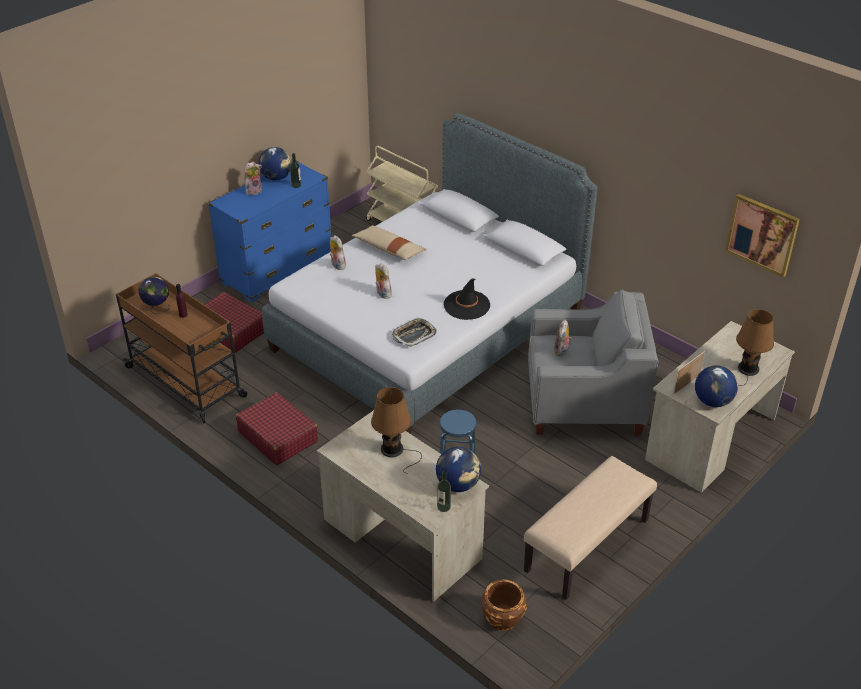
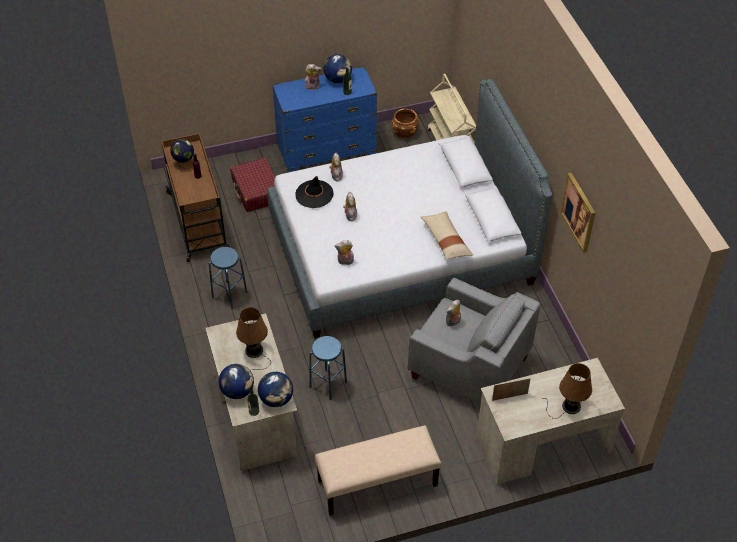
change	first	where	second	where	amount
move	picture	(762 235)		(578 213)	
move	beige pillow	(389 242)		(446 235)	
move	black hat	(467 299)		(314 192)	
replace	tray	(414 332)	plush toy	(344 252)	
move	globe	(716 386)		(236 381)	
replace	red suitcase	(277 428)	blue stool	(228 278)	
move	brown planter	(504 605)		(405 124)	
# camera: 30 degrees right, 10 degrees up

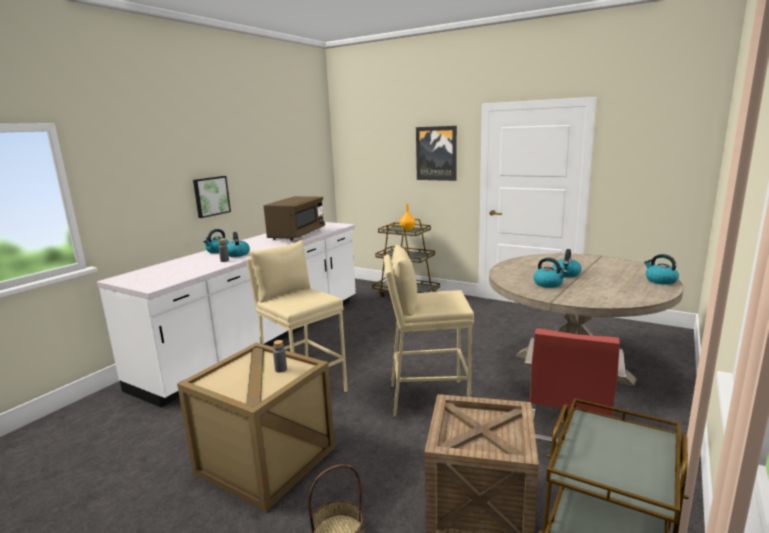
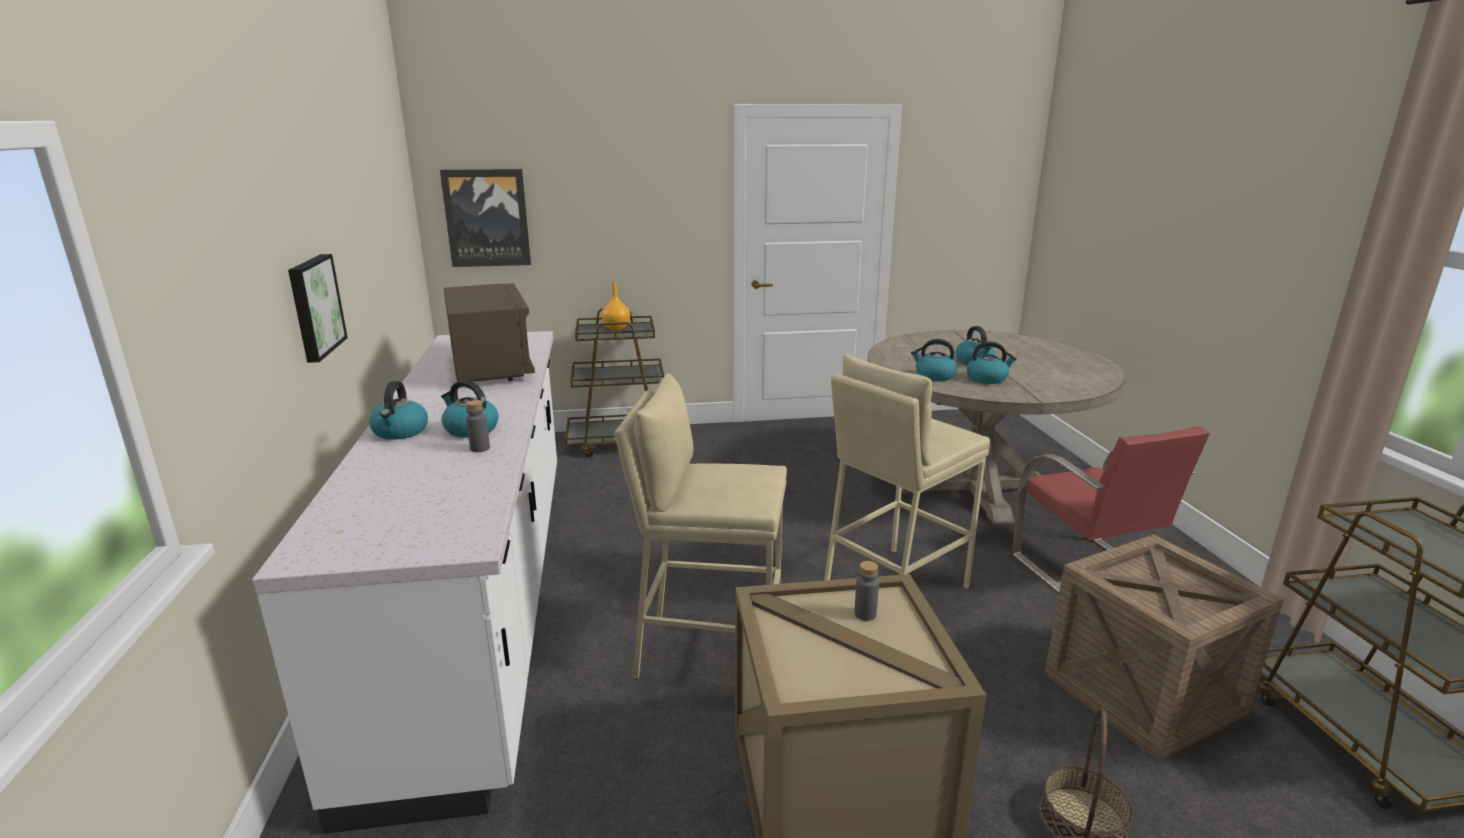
change	first	where	second	where	amount
move	picture	(436 153)		(485 218)	
move	kettle	(661 269)		(934 360)	
# camera: 40 degrees left, 5 degrees up

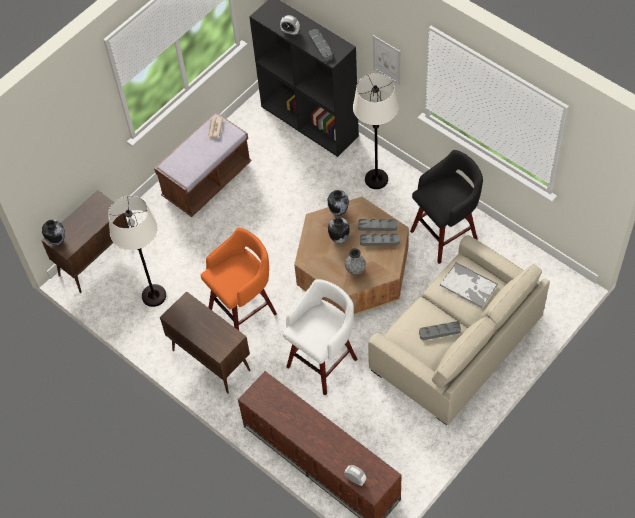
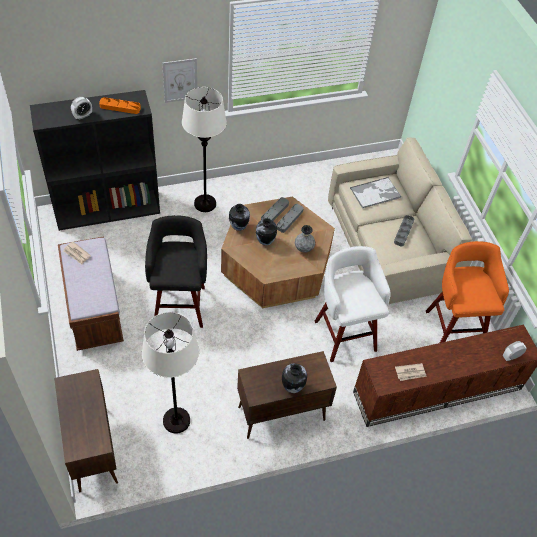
change	first	where	second	where	amount
recolor	grey tray	(321 45)	orange tray	(120 105)	
move	black stool	(446 207)		(176 271)	
move	vase	(53 233)		(294 378)	
move	orange stool	(239 279)		(467 292)	
insert			newspaper	(411 372)	
# camera: 65 degrees left, 5 degrees down

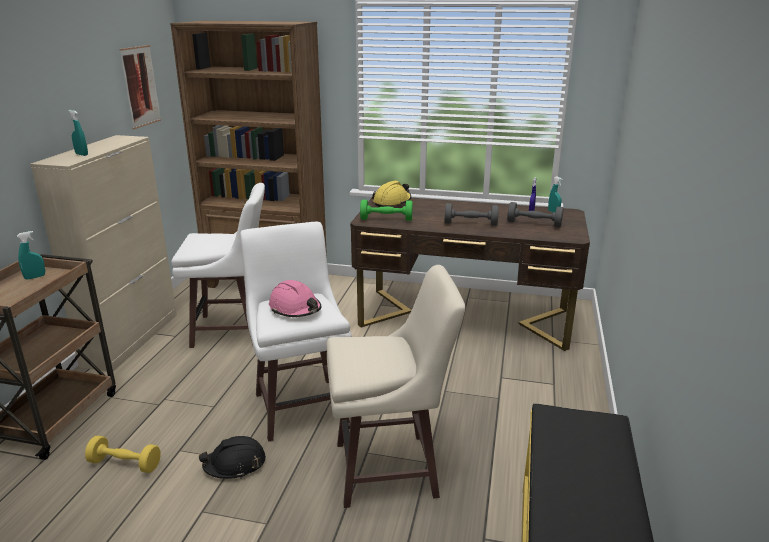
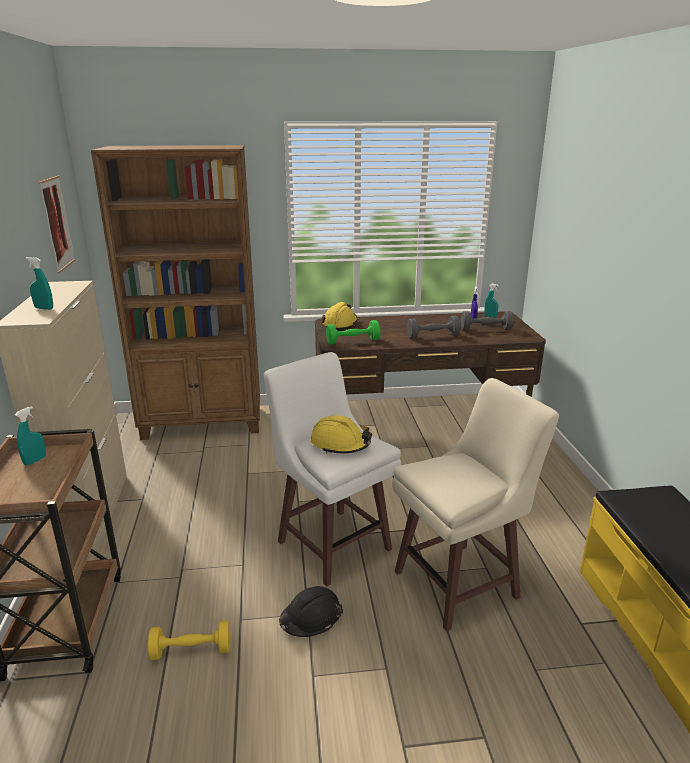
change	first	where	second	where	amount
delete	white stool	(218 265)			
recolor	pink hard hat	(295 298)	yellow hard hat	(341 434)	
# camera: 20 degrees left, 0 degrees up

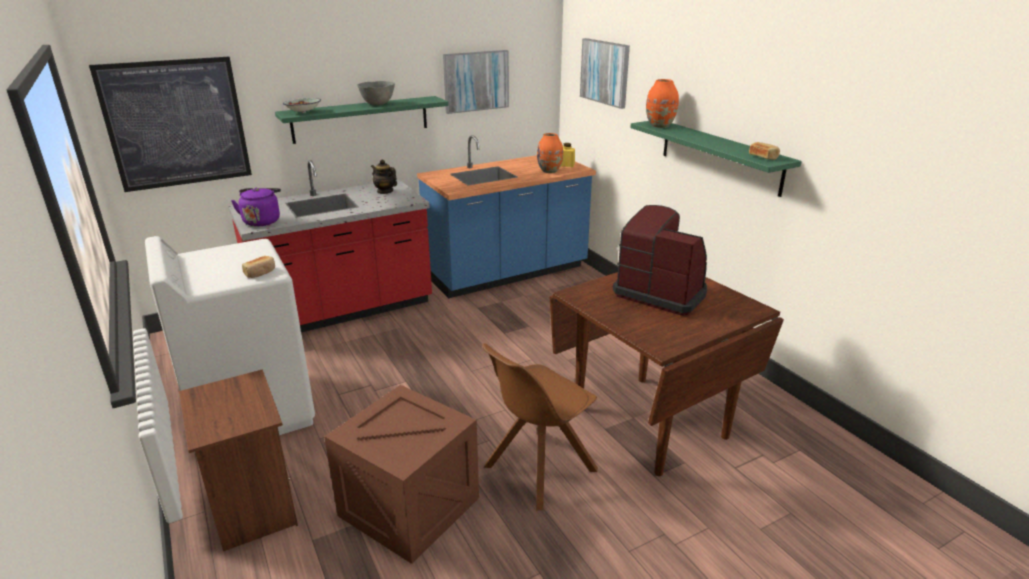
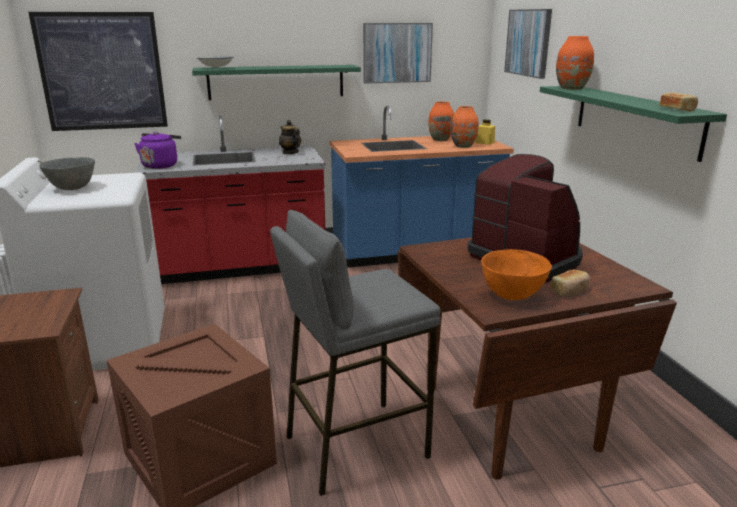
change	first	where	second	where	amount
move	grey bowl	(376 93)		(67 173)	
move	bread	(258 267)		(570 283)	
replace	brown chair	(540 426)	grey stool	(355 353)	
insert			orange vase	(441 121)	
insert			orange bowl	(516 274)	
# camera: 15 degrees right, 5 degrees down

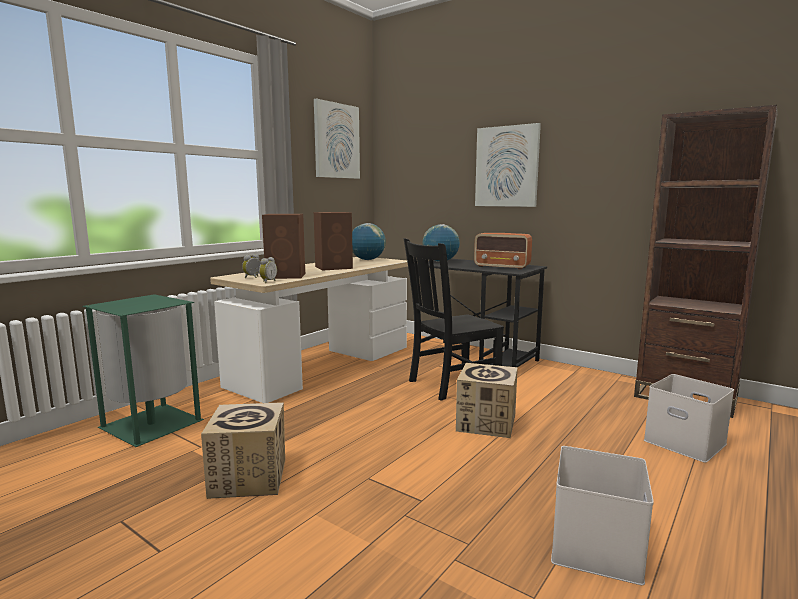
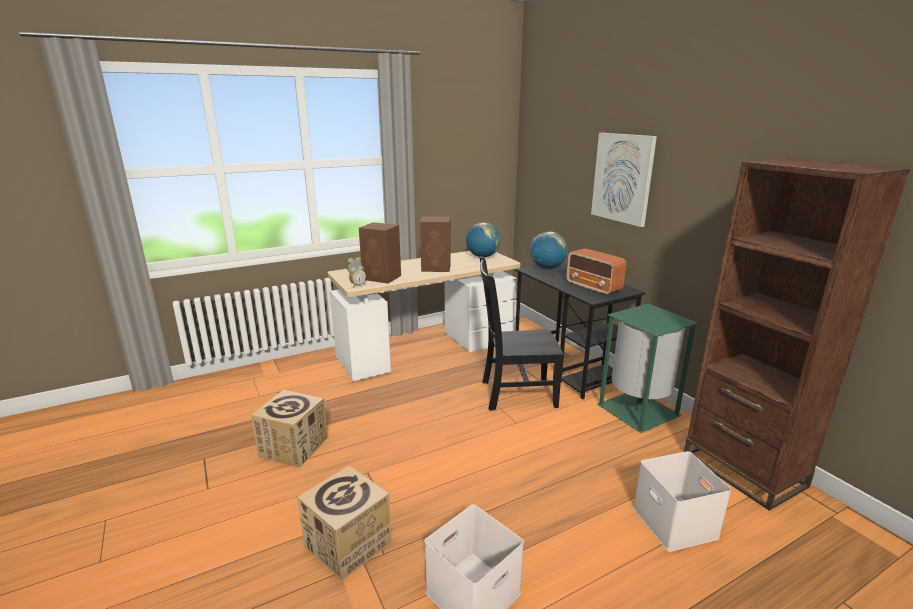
change	first	where	second	where	amount
delete	picture	(337 139)			
move	green trash can	(143 370)		(648 368)	
move	cardboard box	(487 400)		(344 522)	
# camera: 25 degrees right, 10 degrees up

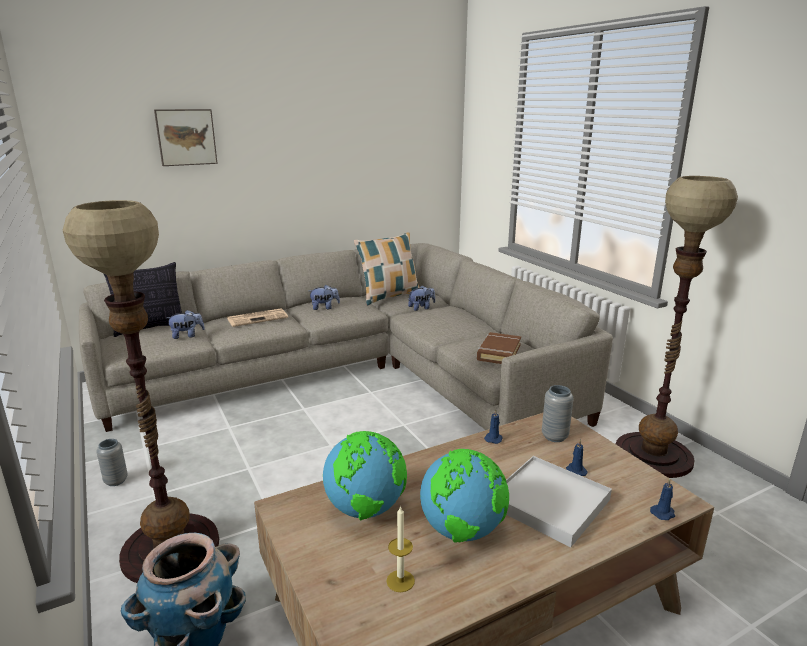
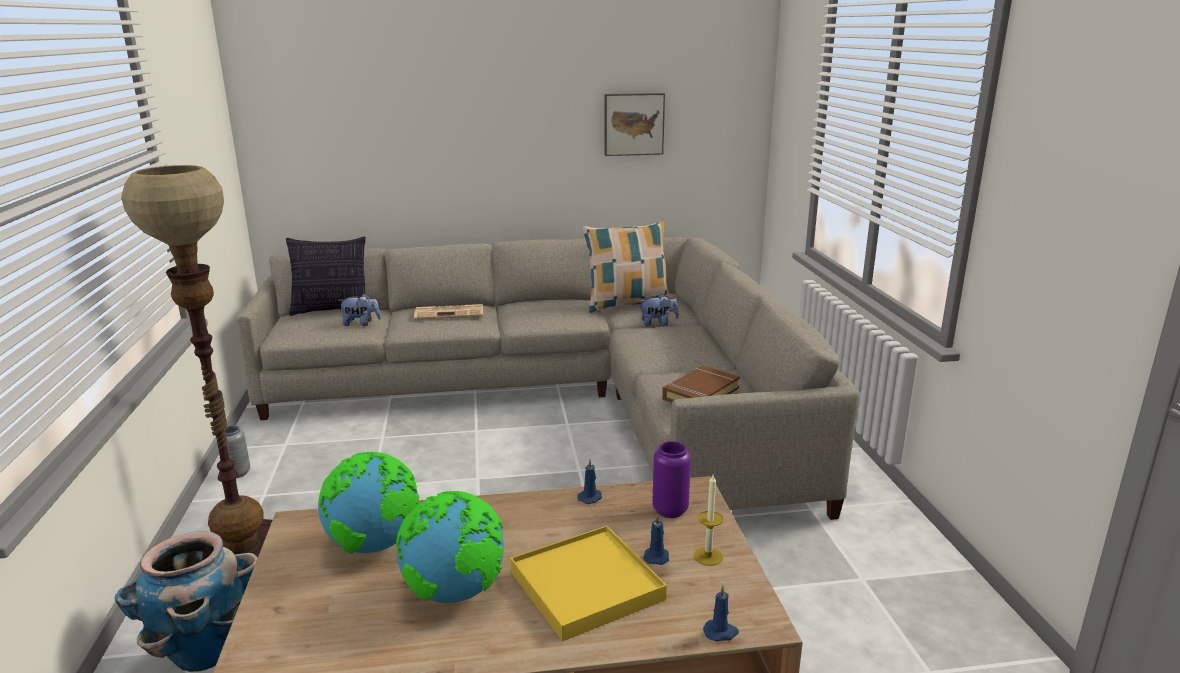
change	first	where	second	where	amount
move	picture	(186 137)		(634 124)	
delete	floor lamp	(676 327)			
delete	plush toy	(324 297)			
recolor	grey vase	(557 413)	purple vase	(671 479)	
recolor	white tray	(559 501)	yellow tray	(588 583)	
move	candle	(400 549)		(708 520)	
# camera: 20 degrees right, 0 degrees up

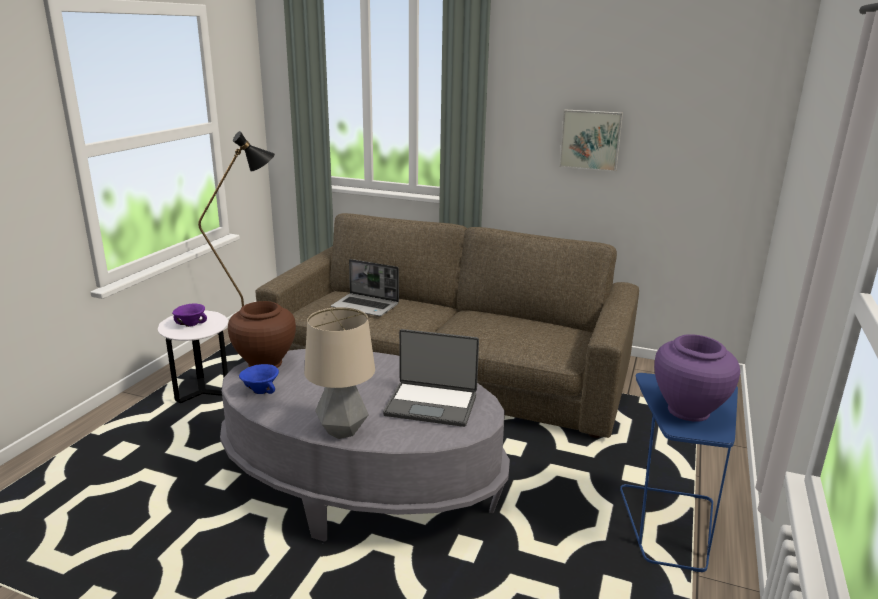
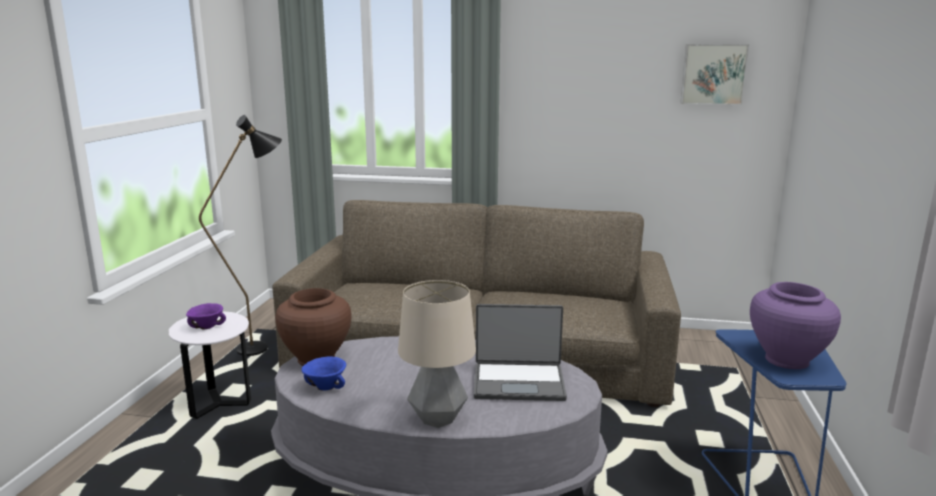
change	first	where	second	where	amount
move	picture	(591 140)		(714 74)	
delete	laptop	(365 287)			
# camera: 10 degrees left, 5 degrees down

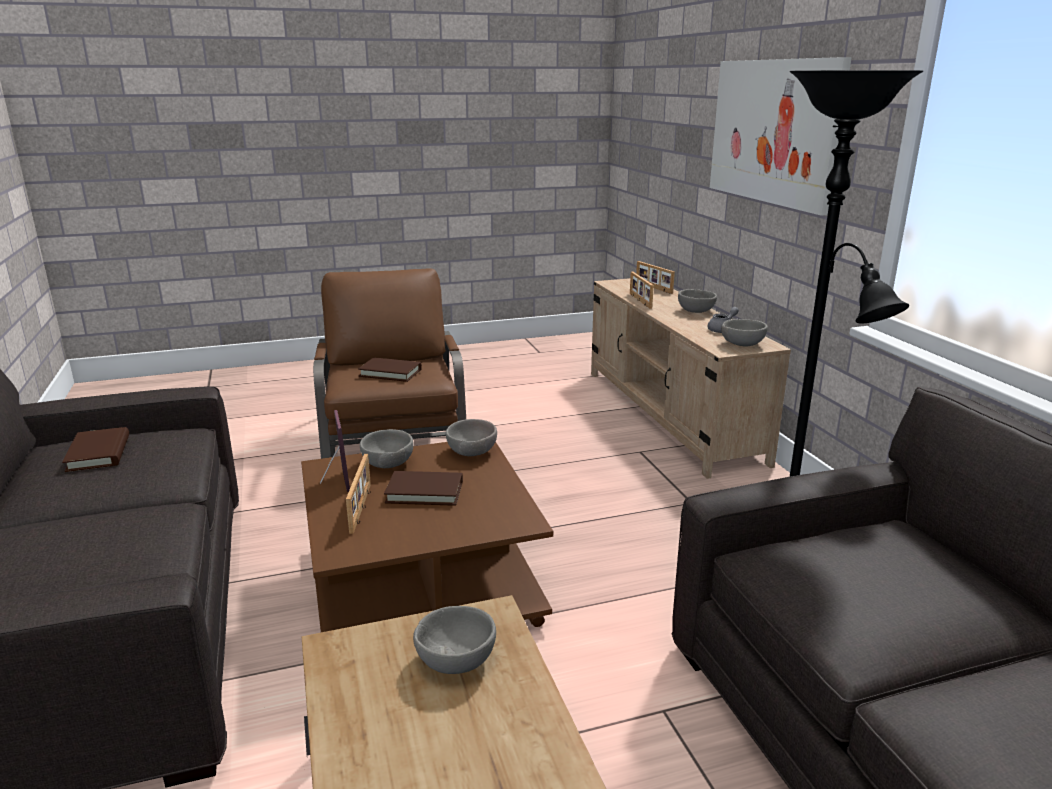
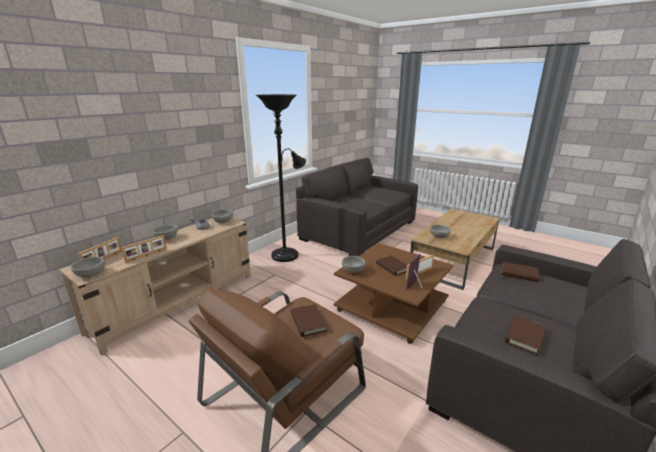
change	first	where	second	where	amount
delete	picture	(781 136)			
move	grey bowl	(387 448)		(87 267)	
insert			brown book	(520 272)	
# camera: 125 degrees left, 0 degrees up

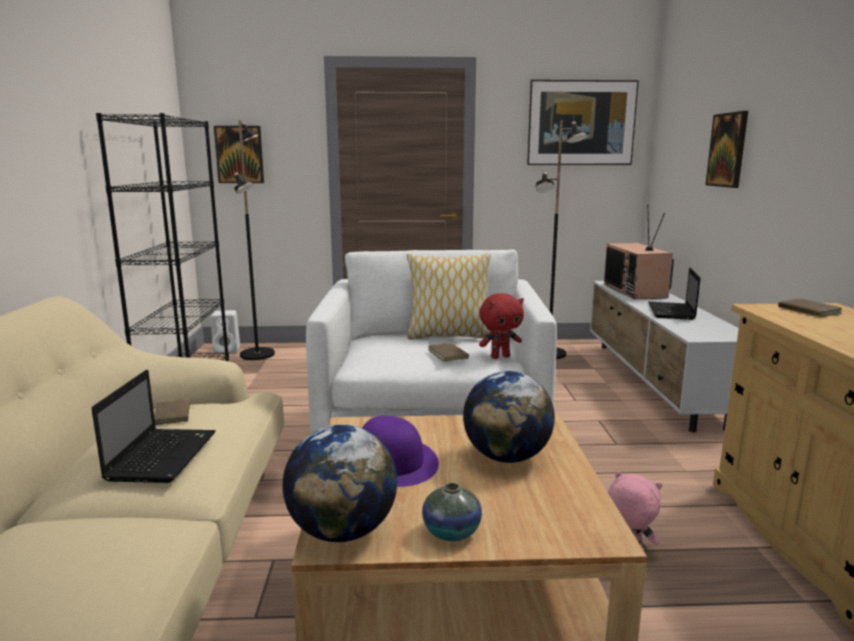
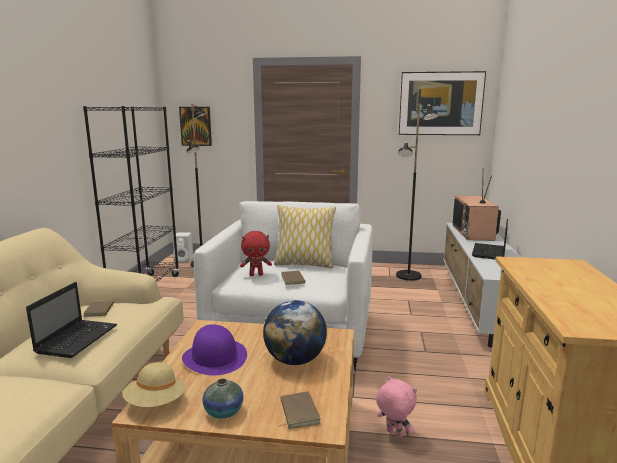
change	first	where	second	where	amount
delete	picture	(727 149)			
move	red plush toy	(501 326)		(256 253)	
move	brown book	(810 307)		(299 410)	
replace	globe	(339 483)	beige hat	(154 384)	
# camera: 10 degrees right, 0 degrees up

